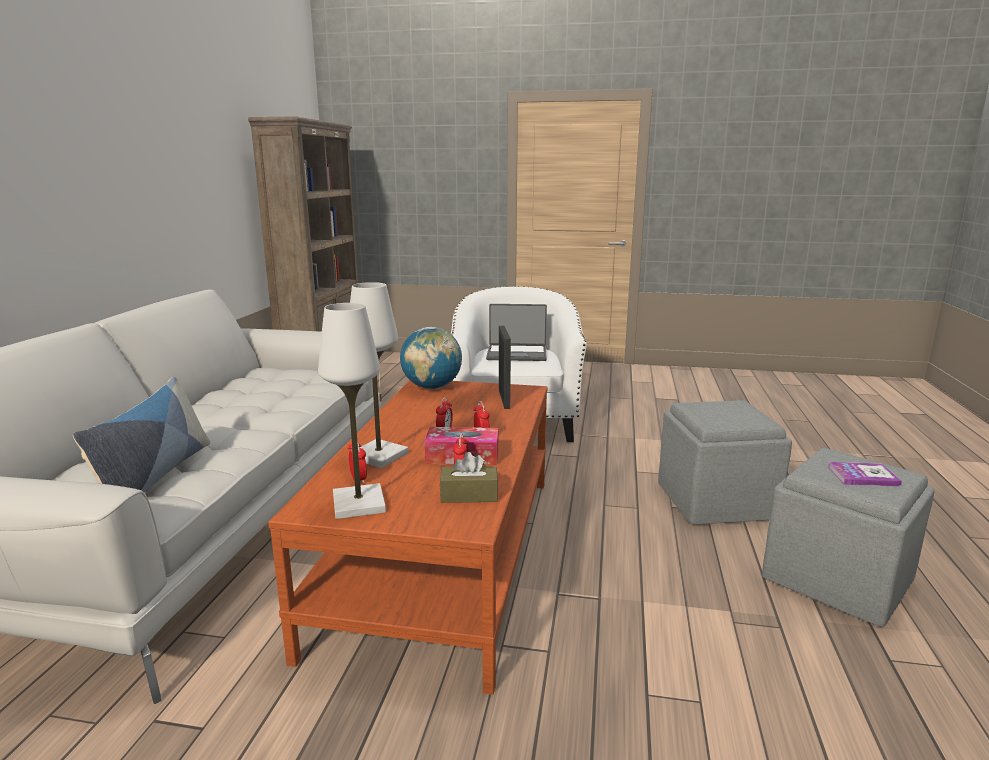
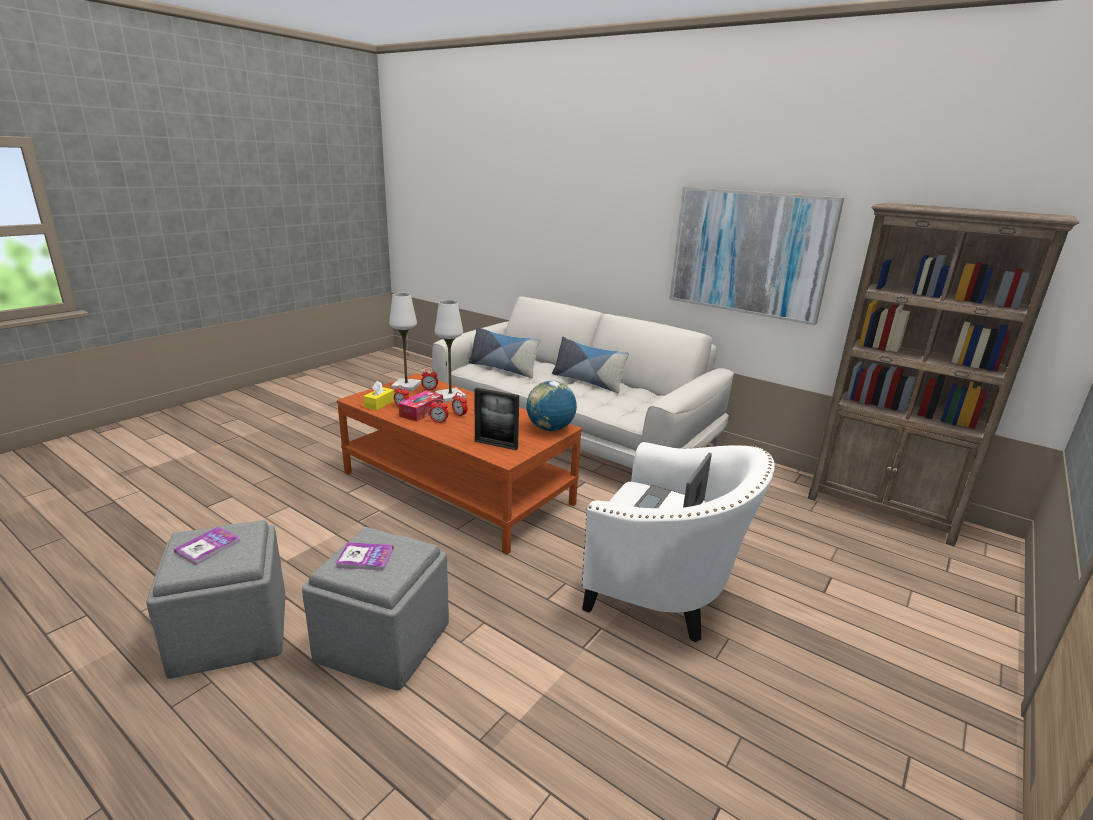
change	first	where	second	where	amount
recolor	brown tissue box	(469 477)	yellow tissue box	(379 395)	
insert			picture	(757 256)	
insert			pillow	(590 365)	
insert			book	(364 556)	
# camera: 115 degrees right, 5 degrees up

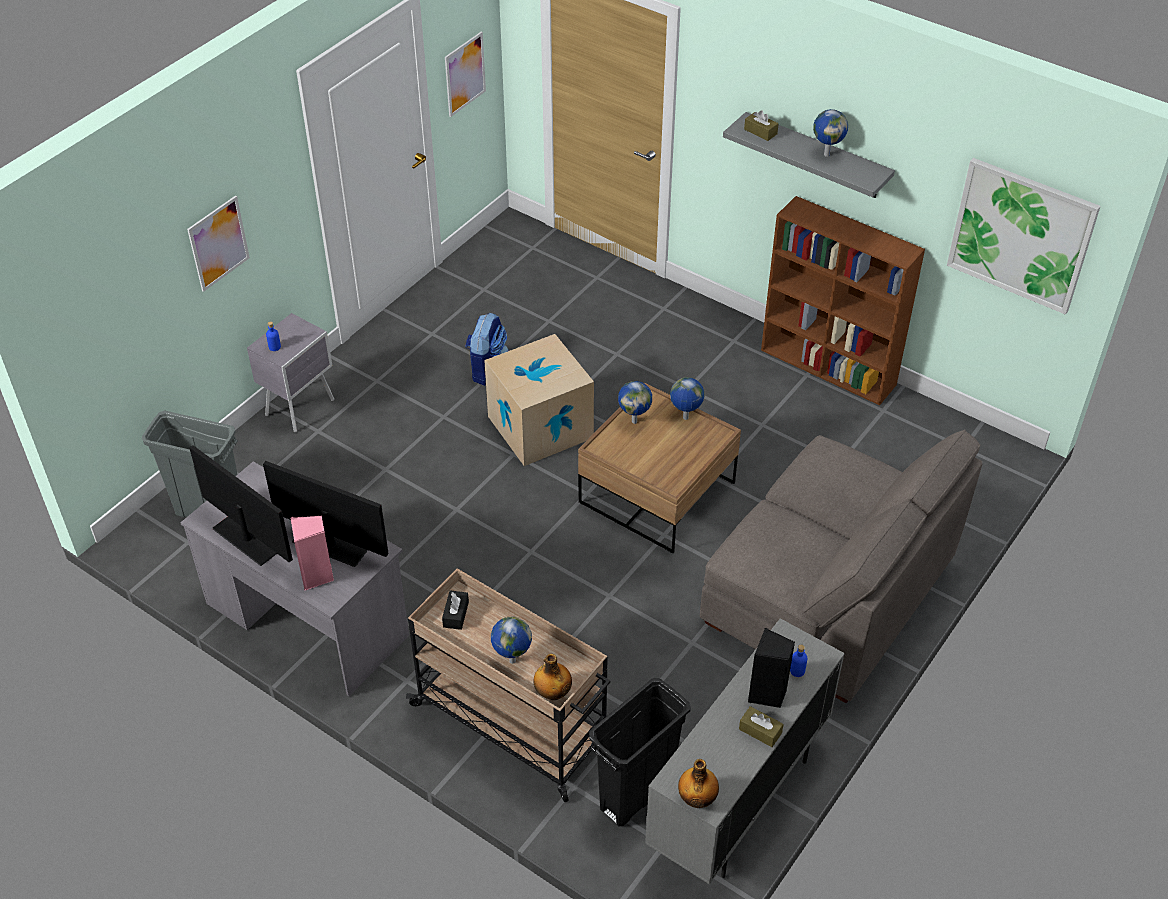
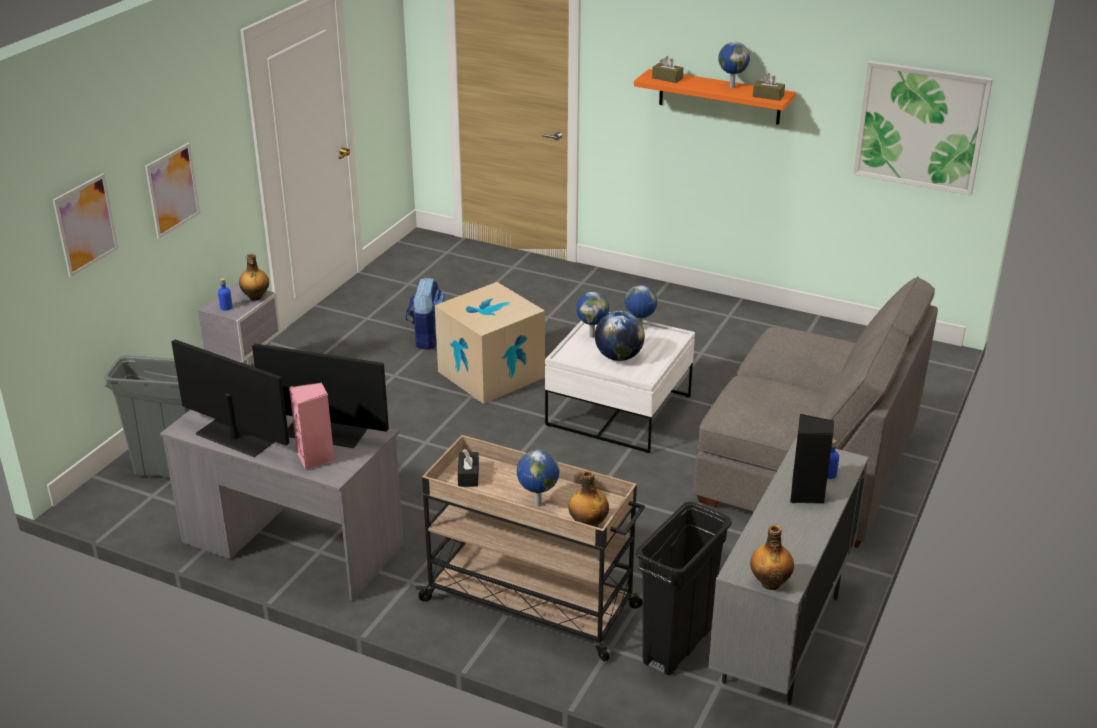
change	first	where	second	where	amount
move	picture	(465 74)		(86 225)	
recolor	grey shelf	(809 155)	orange shelf	(715 97)	
delete	brown bookcase	(843 300)			
recolor	brown coffee table	(659 467)	white coffee table	(620 382)	
move	brown tissue box	(761 726)		(769 87)	
insert			bottle	(254 277)	
insert			globe	(620 336)	
# camera: 10 degrees left, 15 degrees down

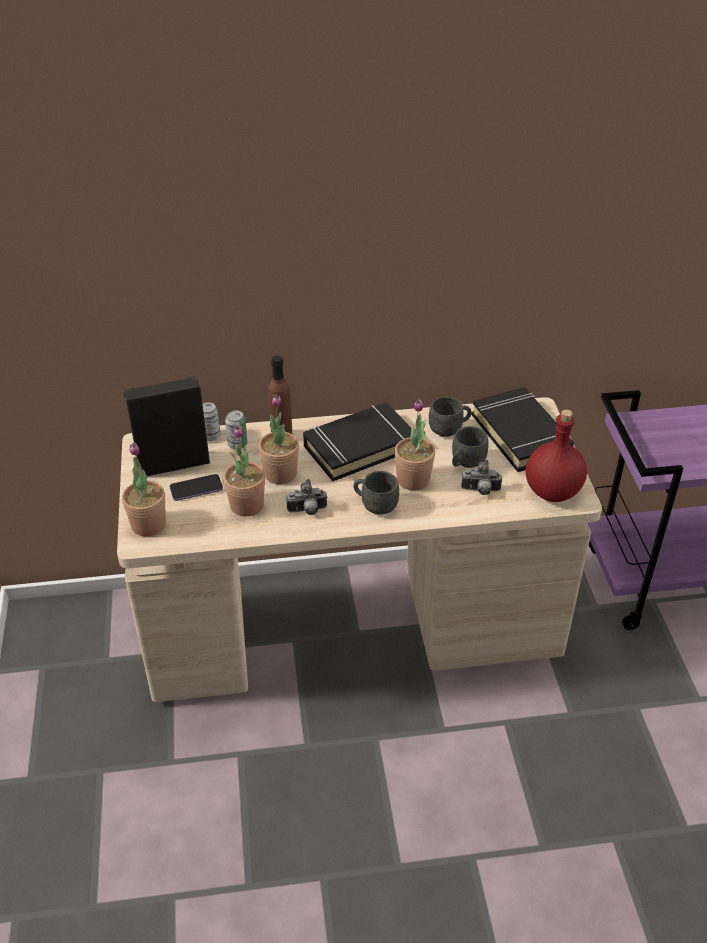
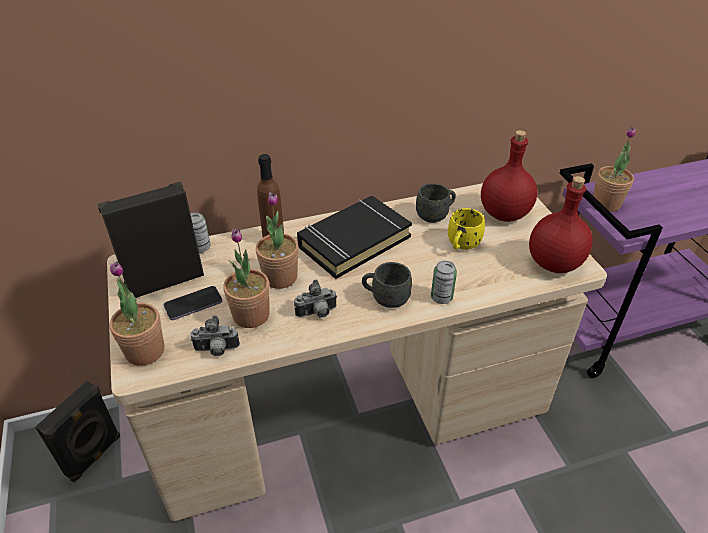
change	first	where	second	where	amount
replace	black book	(523 429)	red bottle	(509 176)	
move	potted plant	(414 444)		(614 169)	
move	can	(236 430)		(444 282)	
recolor	grey mug	(470 447)	yellow mug	(466 229)	
move	photo camera	(482 477)		(215 335)	
insert			black speaker	(77 431)	
# camera: 10 degrees left, 0 degrees up

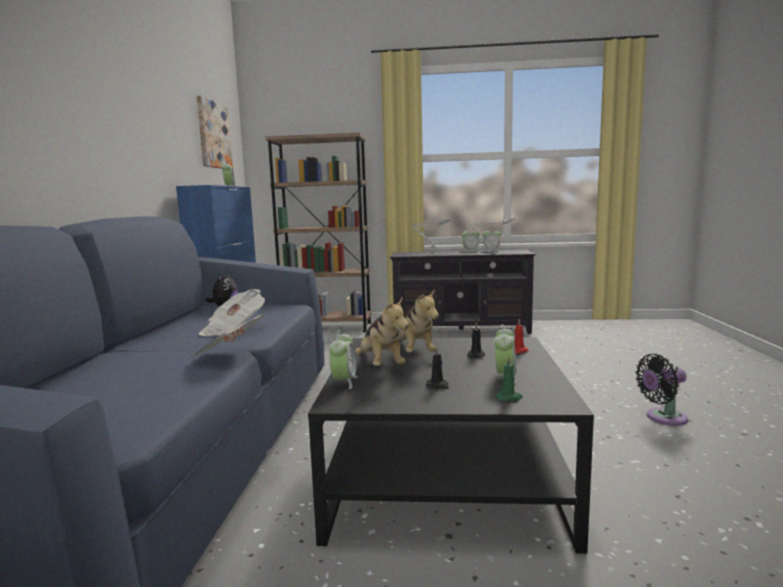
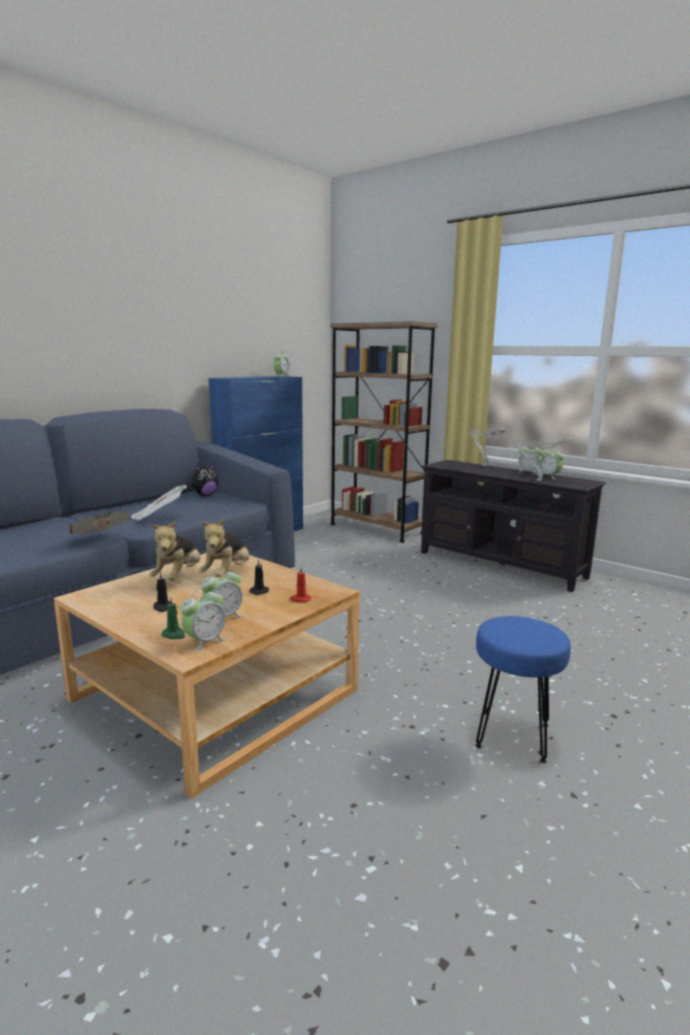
change	first	where	second	where	amount
delete	picture	(215 132)			
move	alarm clock	(343 359)		(203 619)	
recolor	black coffee table	(451 445)	beige coffee table	(207 676)	
replace	black fan	(661 390)	blue stool	(523 689)	
# camera: 35 degrees right, 5 degrees up

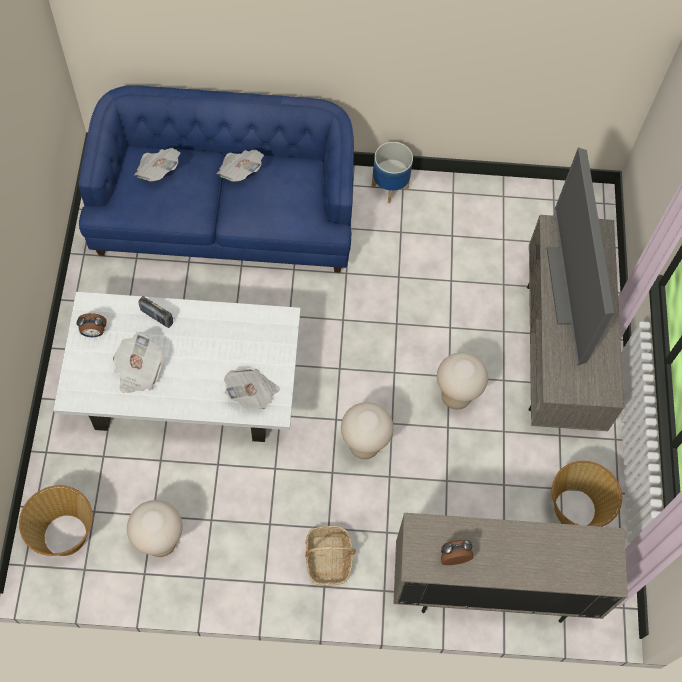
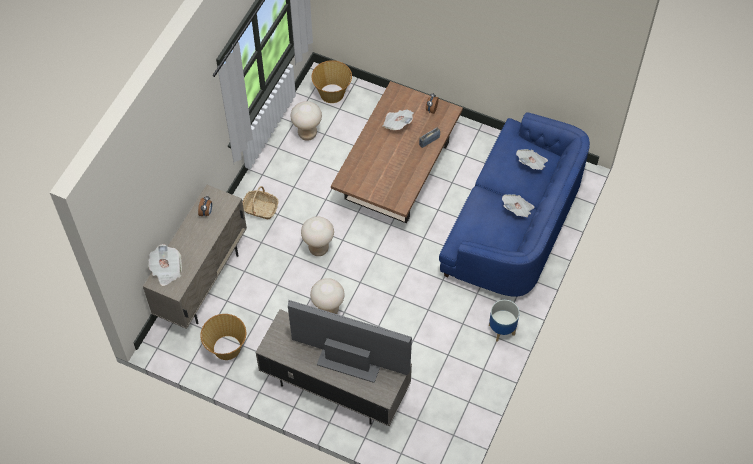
change	first	where	second	where	amount
recolor	white coffee table	(176 367)	brown coffee table	(397 152)	
move	newspaper	(252 389)		(165 265)	
# camera: 115 degrees right, 5 degrees down

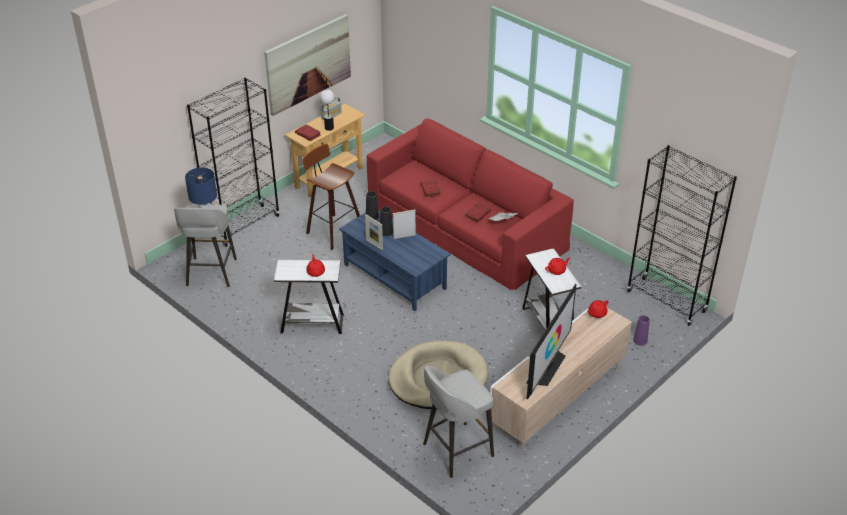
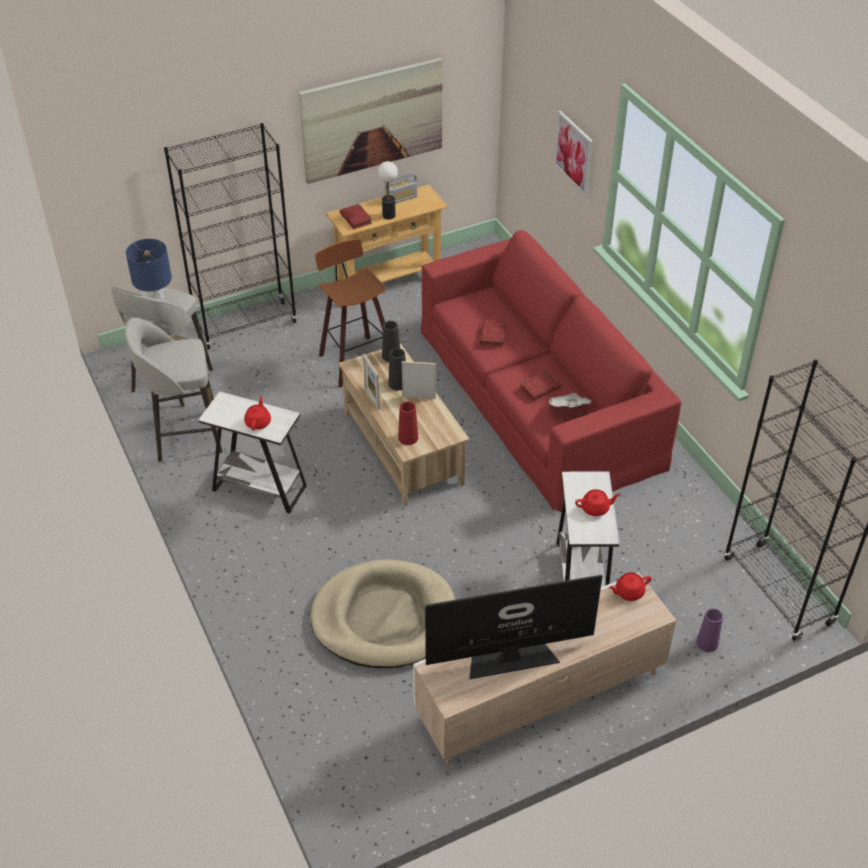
change	first	where	second	where	amount
recolor	blue coffee table	(395 260)	beige coffee table	(404 425)	
rotate	television	(551 341)		(513 627)	150 degrees counterclockwise
move	grey stool	(458 421)		(174 390)	
insert			picture	(573 153)	
insert			red vase	(408 423)	
# camera: 20 degrees right, 5 degrees up

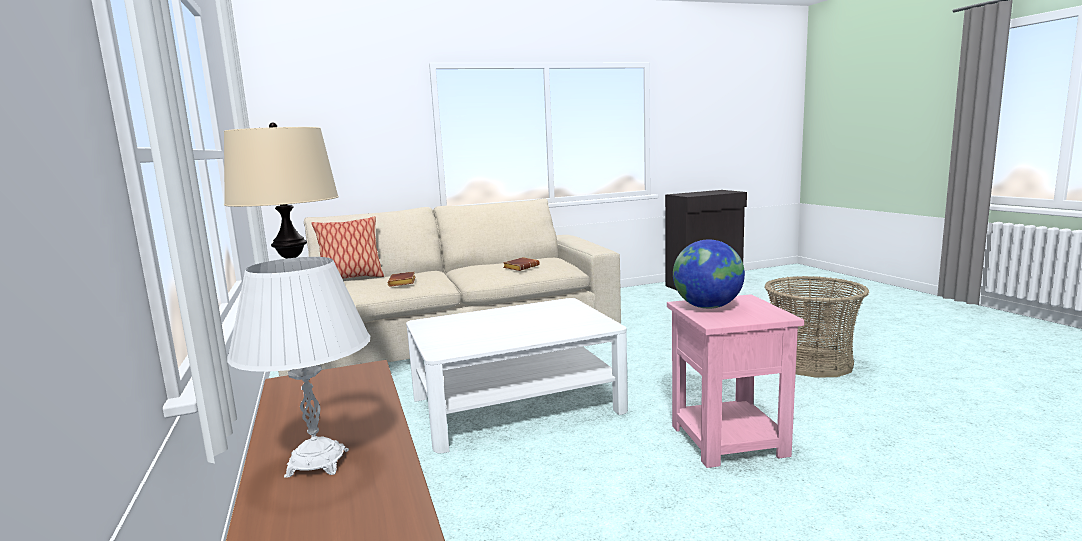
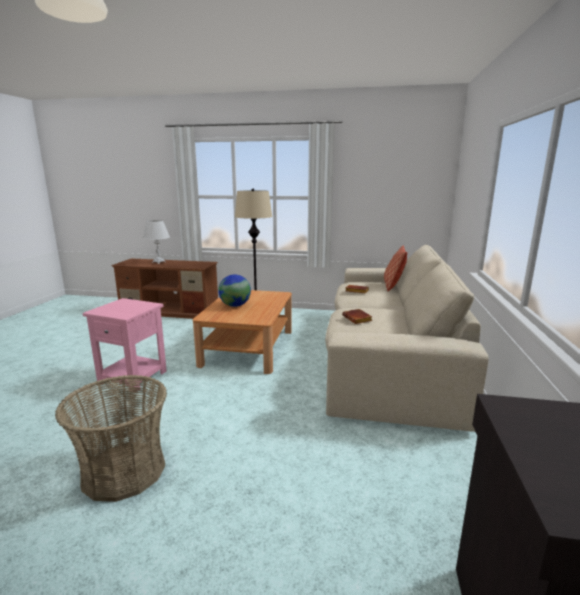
change	first	where	second	where	amount
move	globe	(709 274)		(234 291)	
recolor	white coffee table	(517 375)	brown coffee table	(242 332)	
# camera: 120 degrees right, 5 degrees up

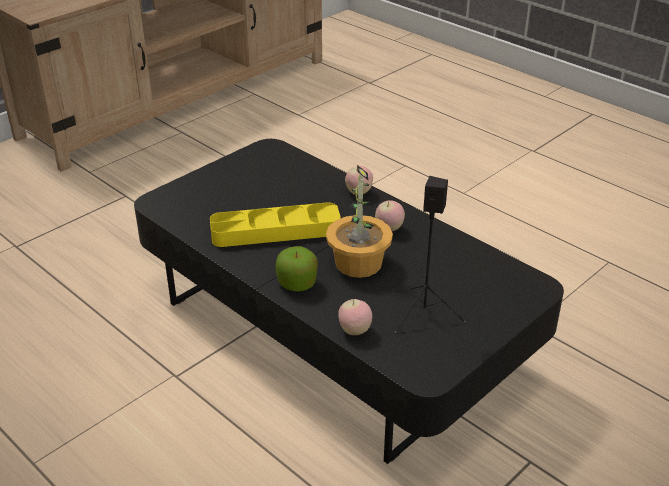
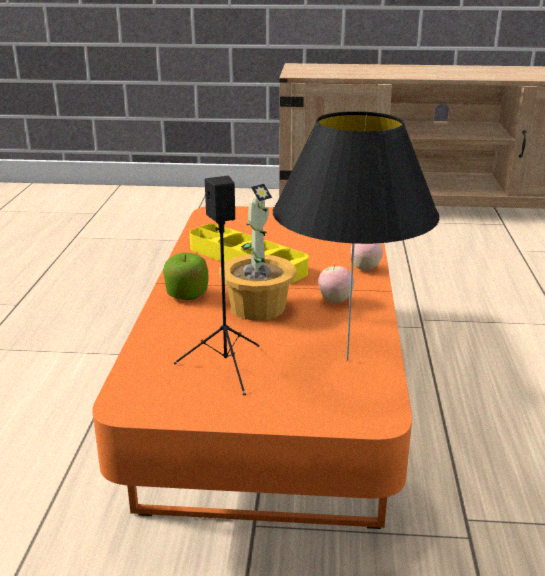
change	first	where	second	where	amount
recolor	black coffee table	(349 301)	orange coffee table	(252 367)	
delete	apple	(355 317)			
insert			black table lamp	(356 236)	
# camera: 50 degrees right, 10 degrees down

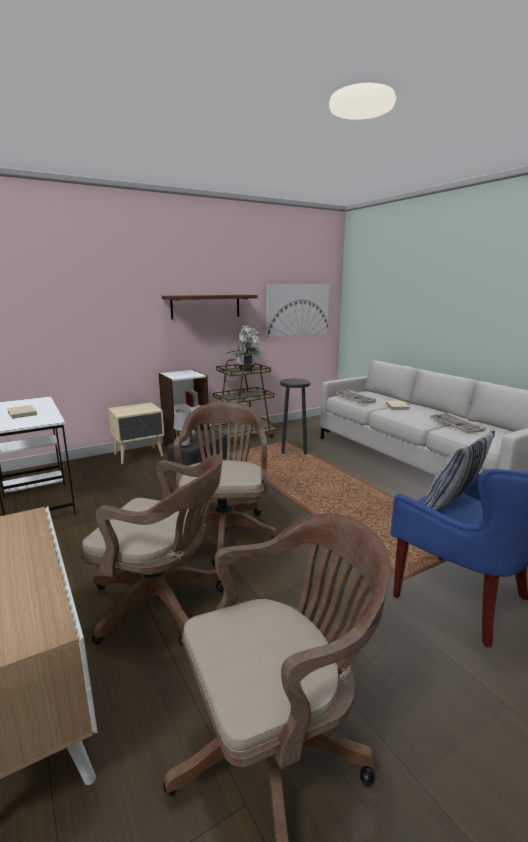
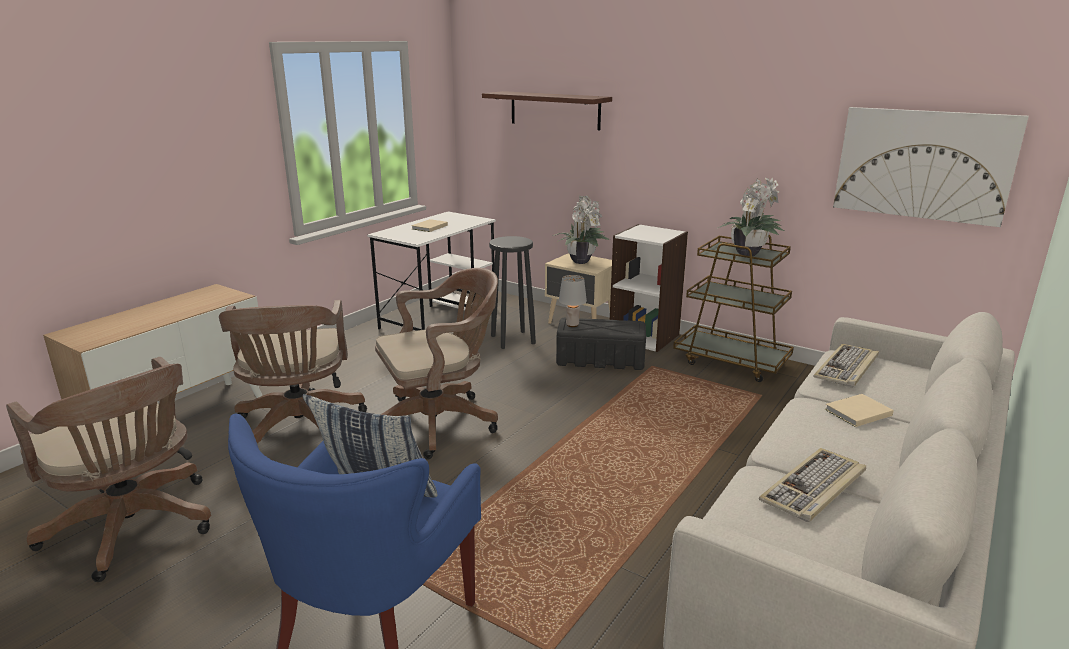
change	first	where	second	where	amount
move	shelf	(209 307)		(547 110)	
move	black stool	(295 416)		(512 292)	
insert			potted plant	(581 229)	
# camera: 65 degrees right, 5 degrees up

